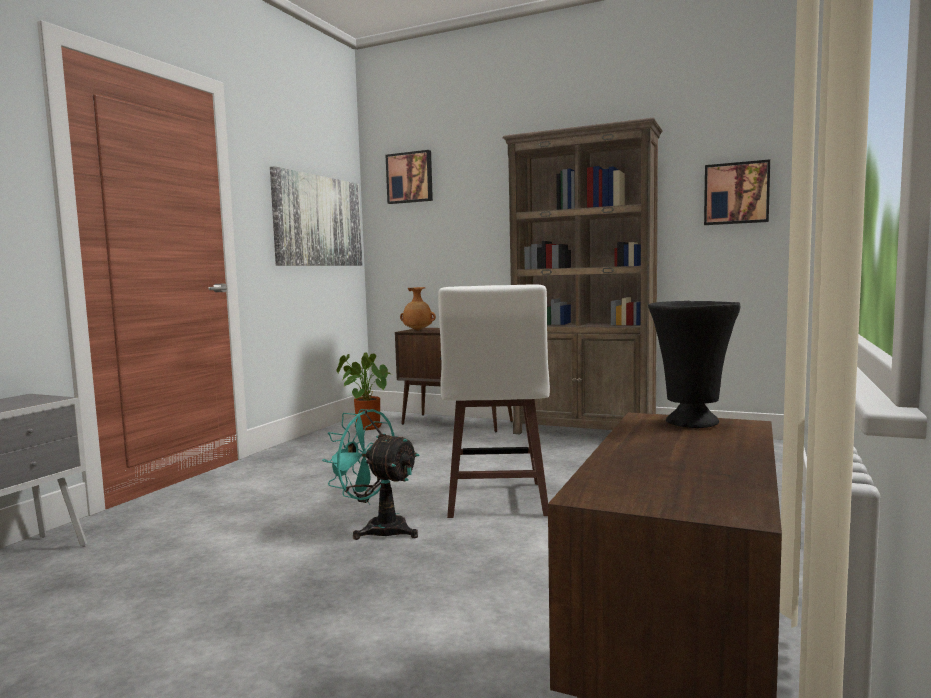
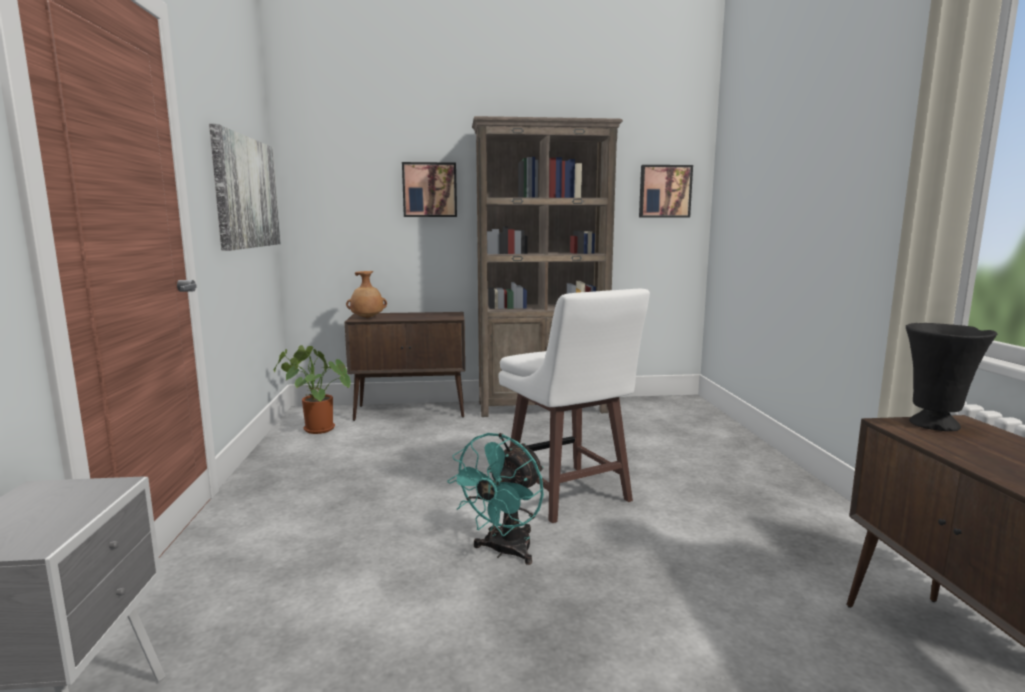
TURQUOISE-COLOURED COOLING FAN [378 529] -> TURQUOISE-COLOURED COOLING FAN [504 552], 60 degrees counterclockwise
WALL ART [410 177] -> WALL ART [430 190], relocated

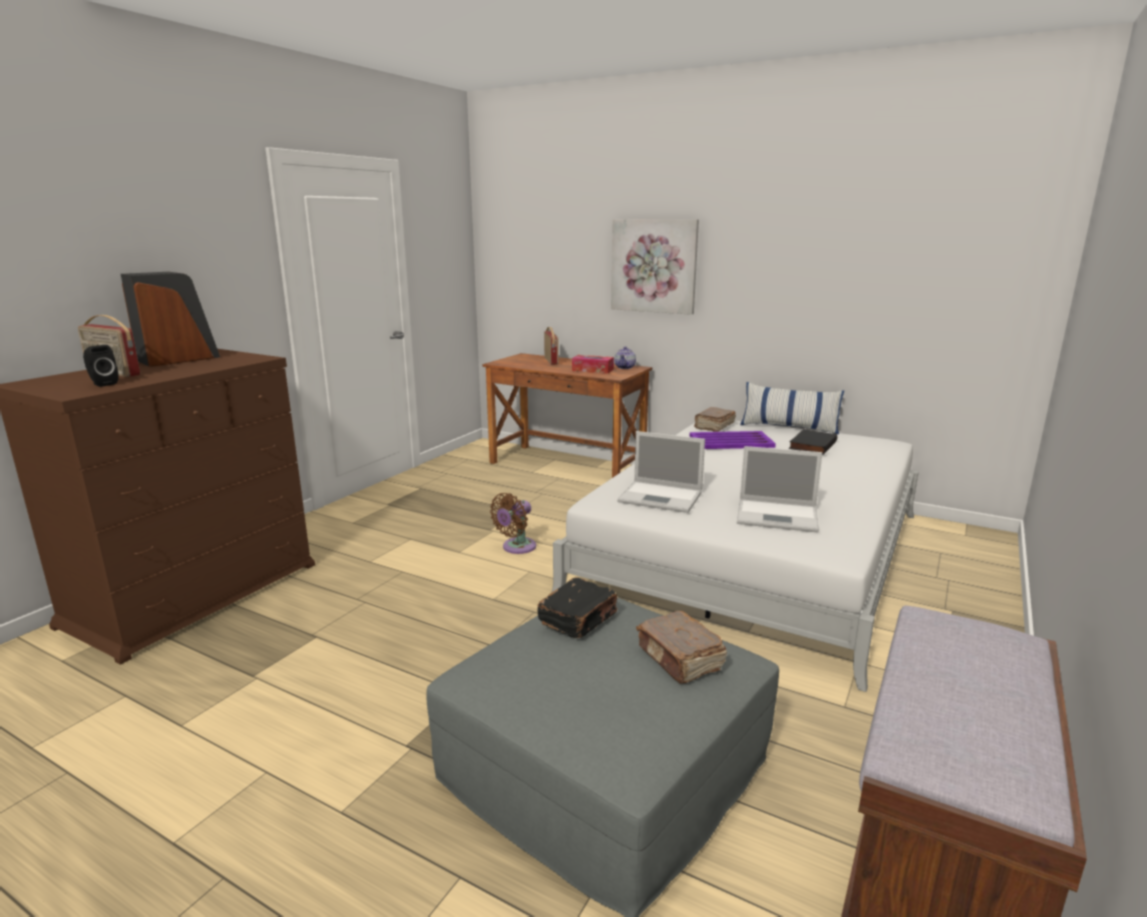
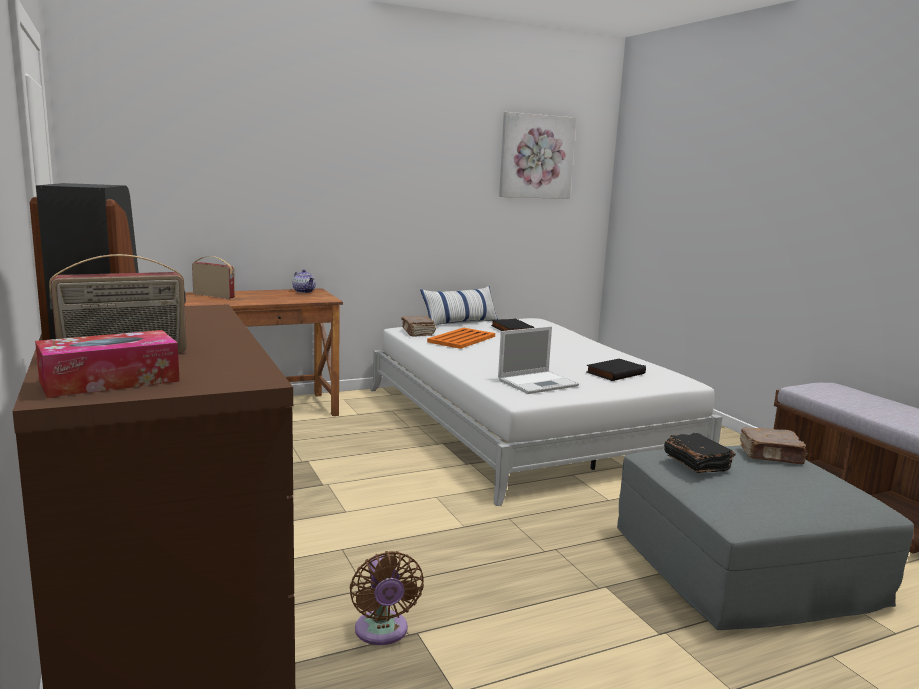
BLACKISH AUDIO SPEAKER [102 384] -> none
BROWN COOLING FAN [516 547] -> BROWN COOLING FAN [382 632], relocated
BOX OF TISSUES [592 370] -> BOX OF TISSUES [110 381], relocated
WALL ART [654 266] -> WALL ART [536 156], relocated
PURPLE-COLOURED TRAY [732 441] -> ORANGE-COLOURED TRAY [462 339]
LAPTOP [778 516] -> BLACKISH BOUND BOOK [614 373]

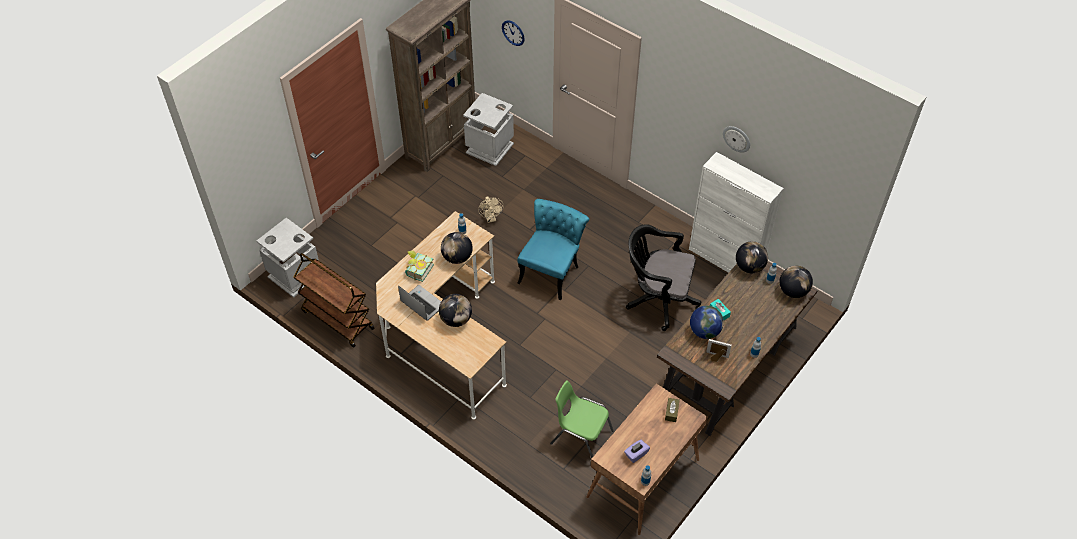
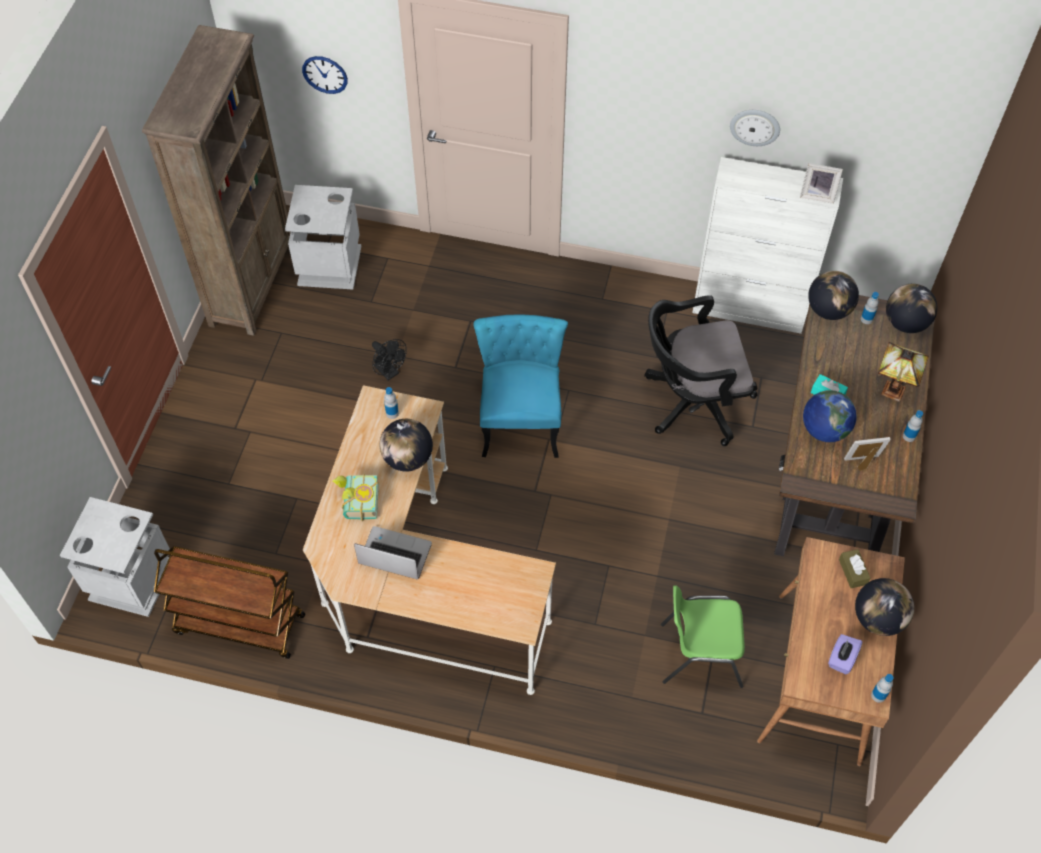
WORLD GLOBE [456 319] -> WORLD GLOBE [878 618], relocated
BEIGE-COLOURED COOLING FAN [491 218] -> BLACKISH COOLING FAN [389 372]
none -> PHOTO FRAME [817 195]
none -> LAMP FOR A TABLE [891 391]

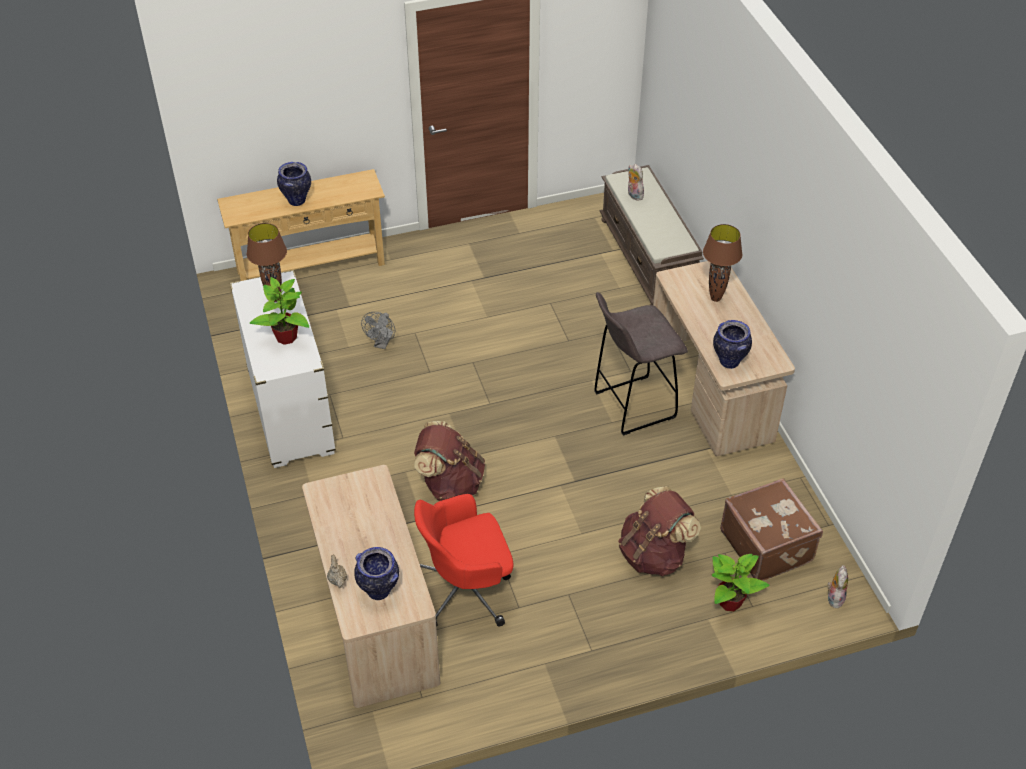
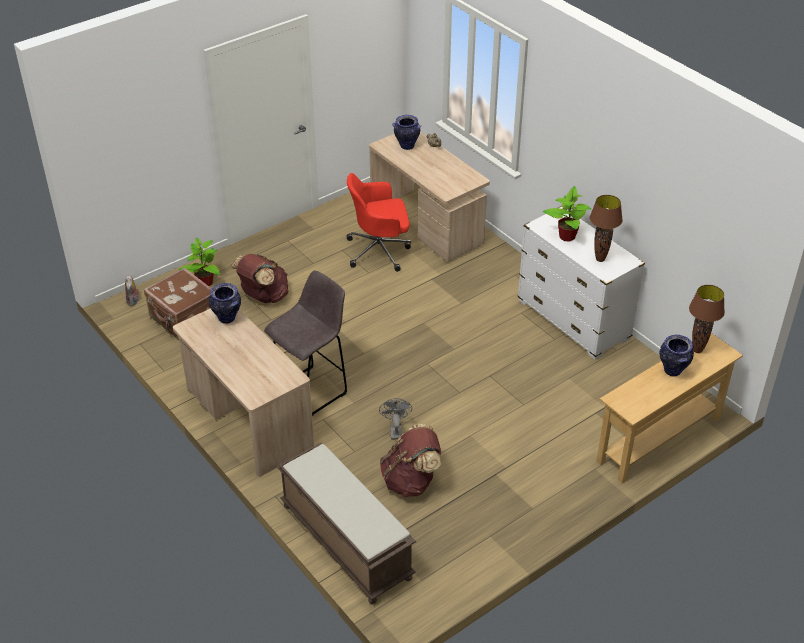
GREYISH COOLING FAN [382 344] -> GREYISH COOLING FAN [395 430], relocated
BROWN BACKPACK [450 484] -> BROWN BACKPACK [411 481], relocated
REDDISH COMPUTER CHAIR [466 589] -> REDDISH COMPUTER CHAIR [379 251], 150 degrees counterclockwise
SOFT TOY [633 195] -> none
BROWN LAMP FOR A TABLE [715 298] -> BROWN LAMP FOR A TABLE [697 350], relocated

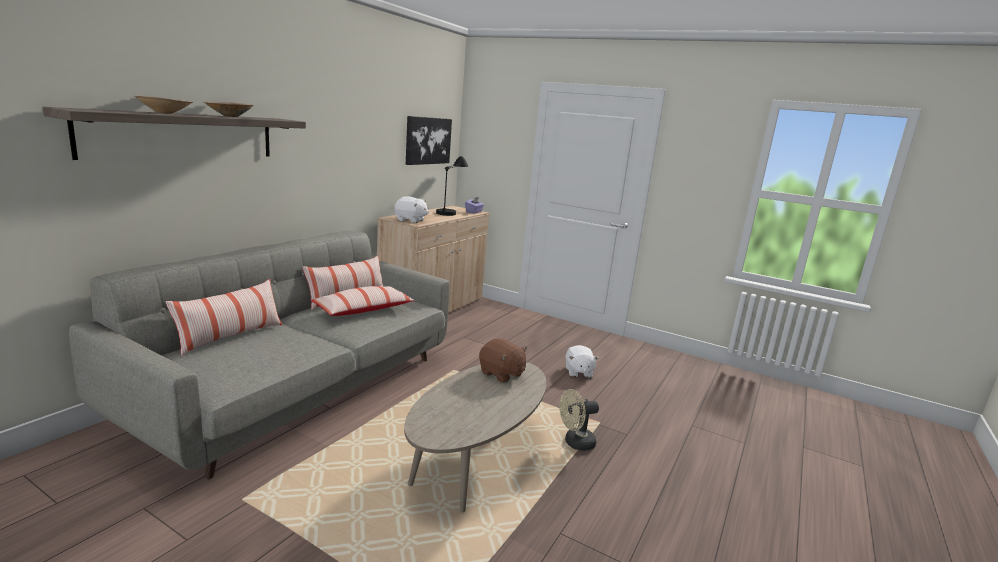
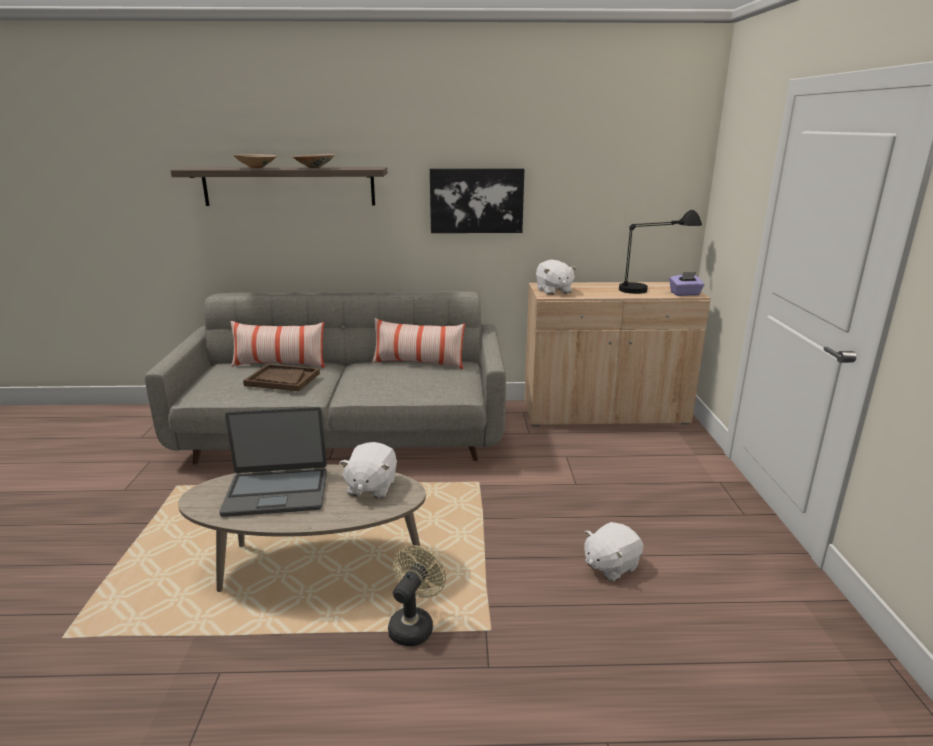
CUSHION [363 310] -> none
WALL ART [427 140] -> WALL ART [476 200], relocated
BROWN SOFT TOY [501 374] -> WHITISH SOFT TOY [371 487]
BEIGE-COLOURED COOLING FAN [575 443] -> BEIGE-COLOURED COOLING FAN [414 624], 75 degrees clockwise
none -> LAPTOP [277 492]
none -> BROWN TRAY [282 379]

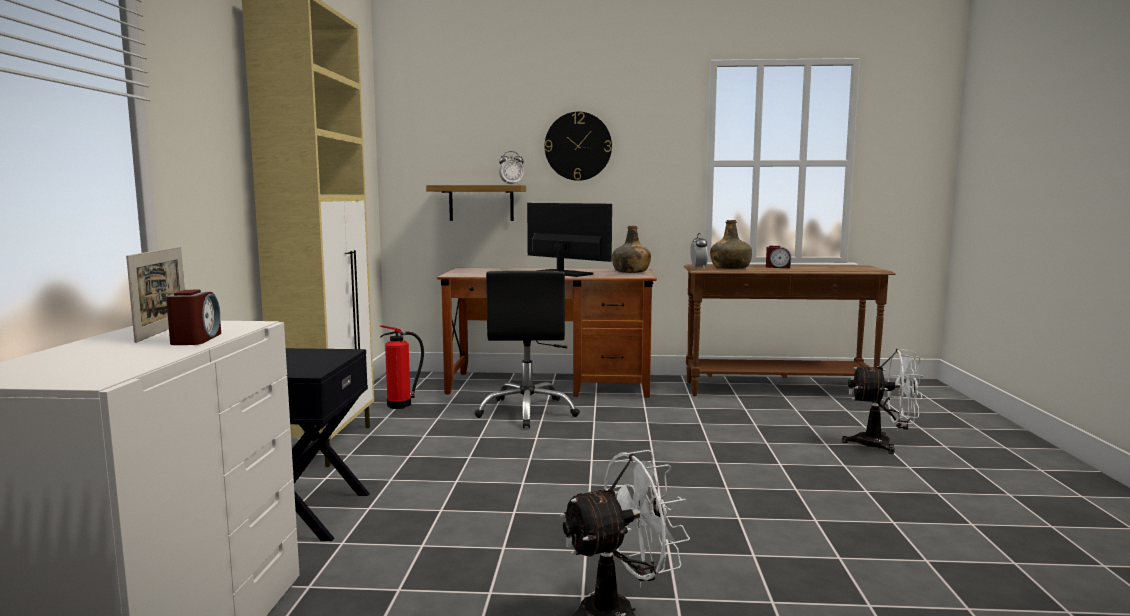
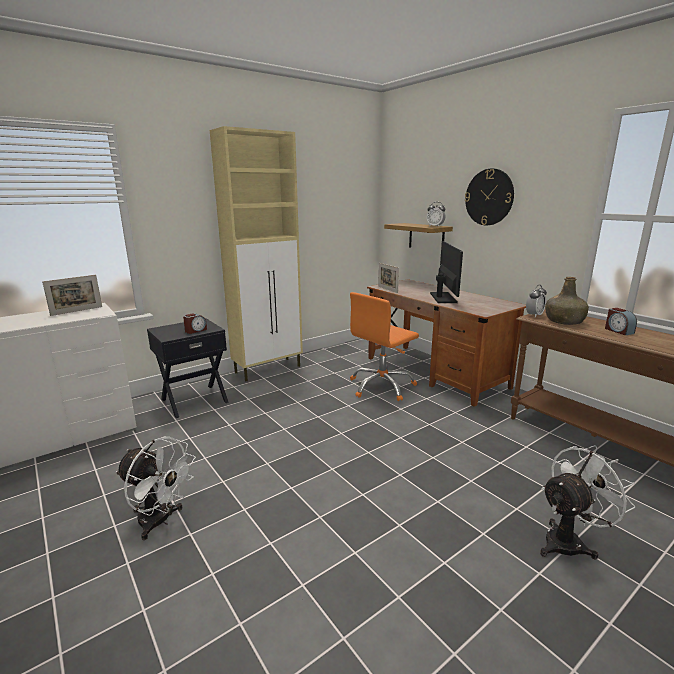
ALARM CLOCK [196 339] -> ALARM CLOCK [195 330], relocated
FIRE-FIGHTING CYLINDER [401 405] -> none
BLACKISH COMPUTER CHAIR [528 412] -> ORANGE-COLOURED COMPUTER CHAIR [382 386]
GREEN-COLOURED BEVERAGE BOTTLE [631 271] -> none
WHITISH COOLING FAN [883 445] -> WHITISH COOLING FAN [569 541], 90 degrees counterclockwise
none -> PHOTO FRAME [387 289]

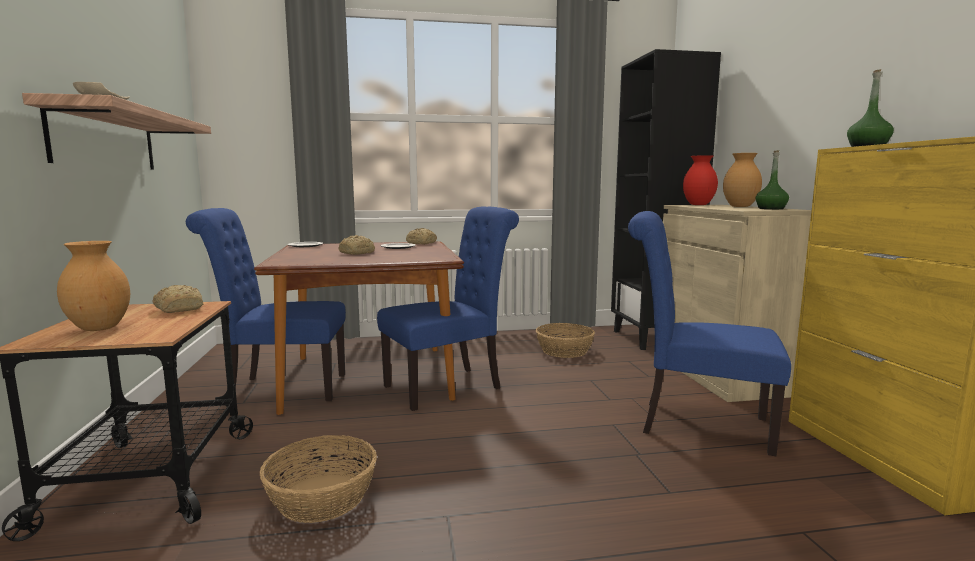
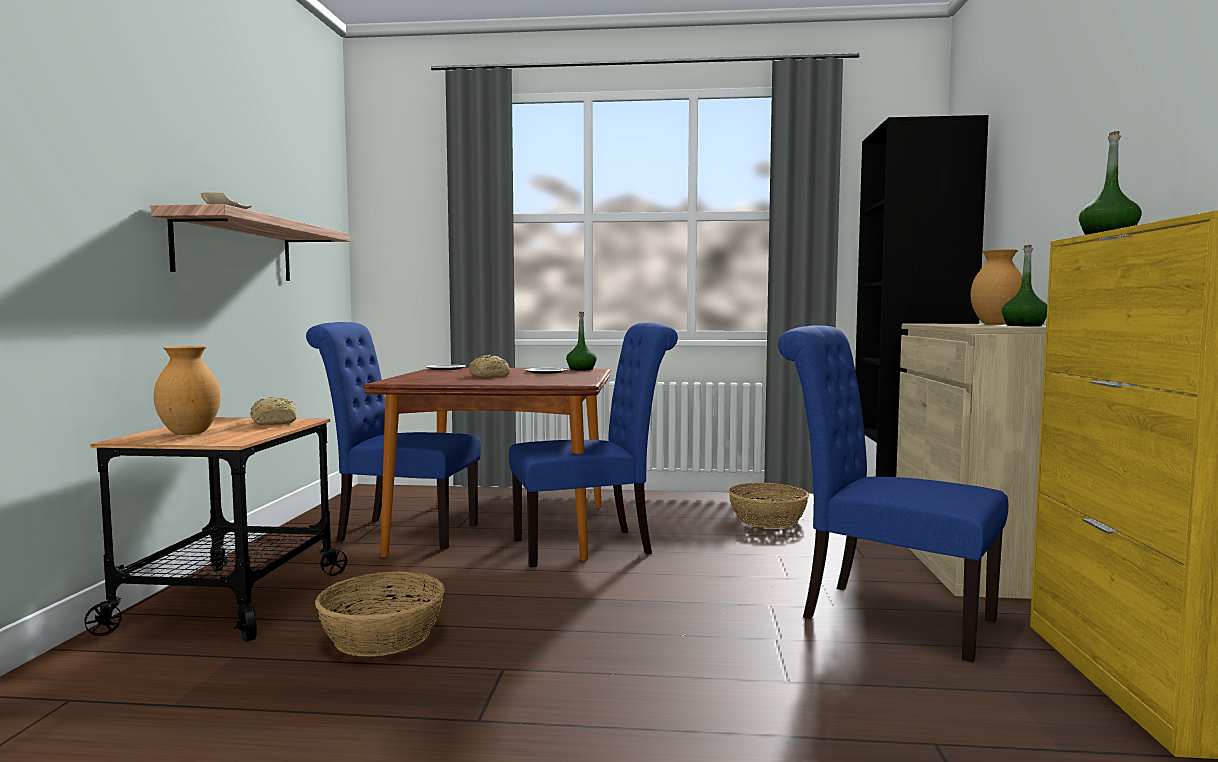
BAKERY BREAD [421 243] -> GREEN-COLOURED BEVERAGE BOTTLE [581 369]
REDDISH VASE [698 205] -> none

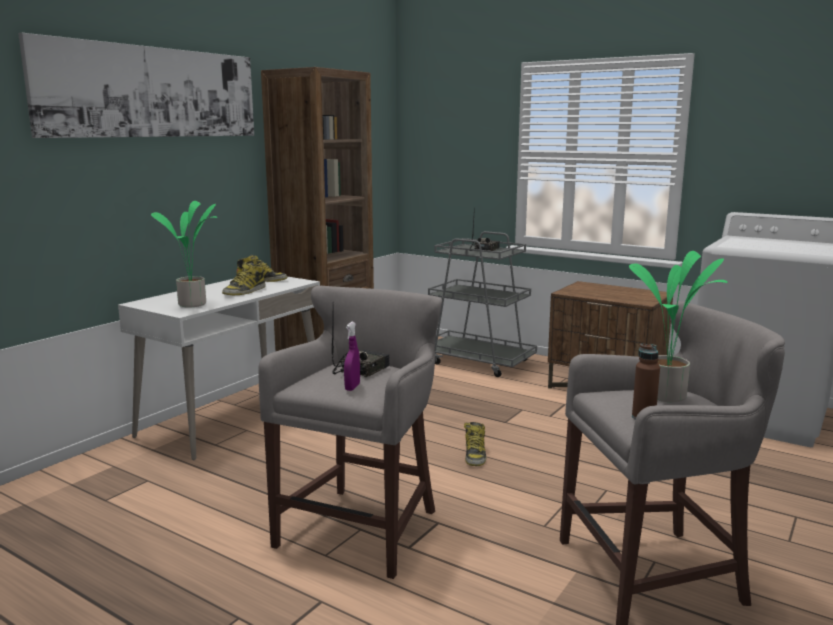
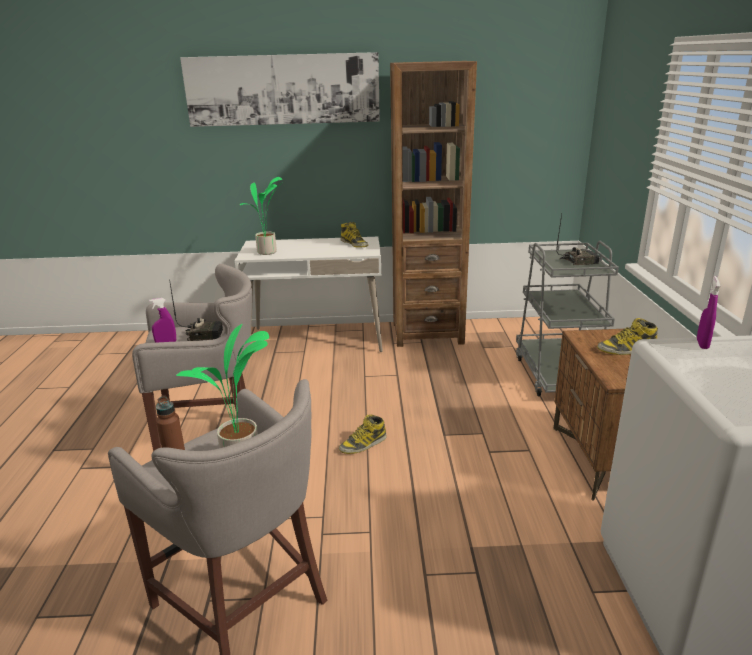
TALL BOOT [245 291] -> TALL BOOT [626 349], relocated
none -> PURPLE-COLOURED HAND SPRAYER [702 344]

